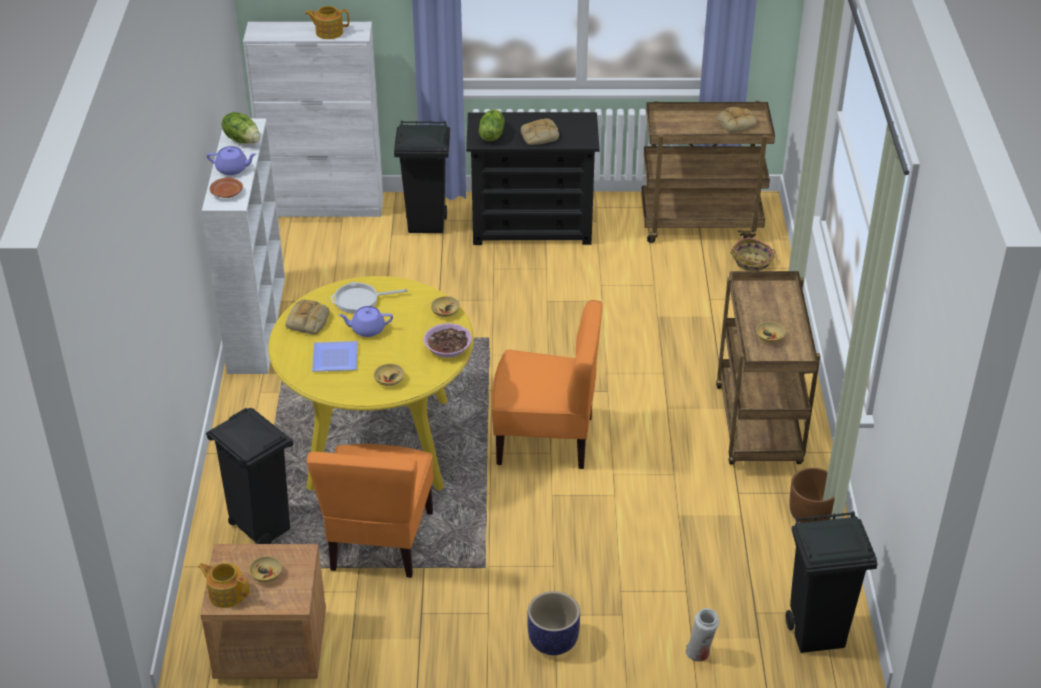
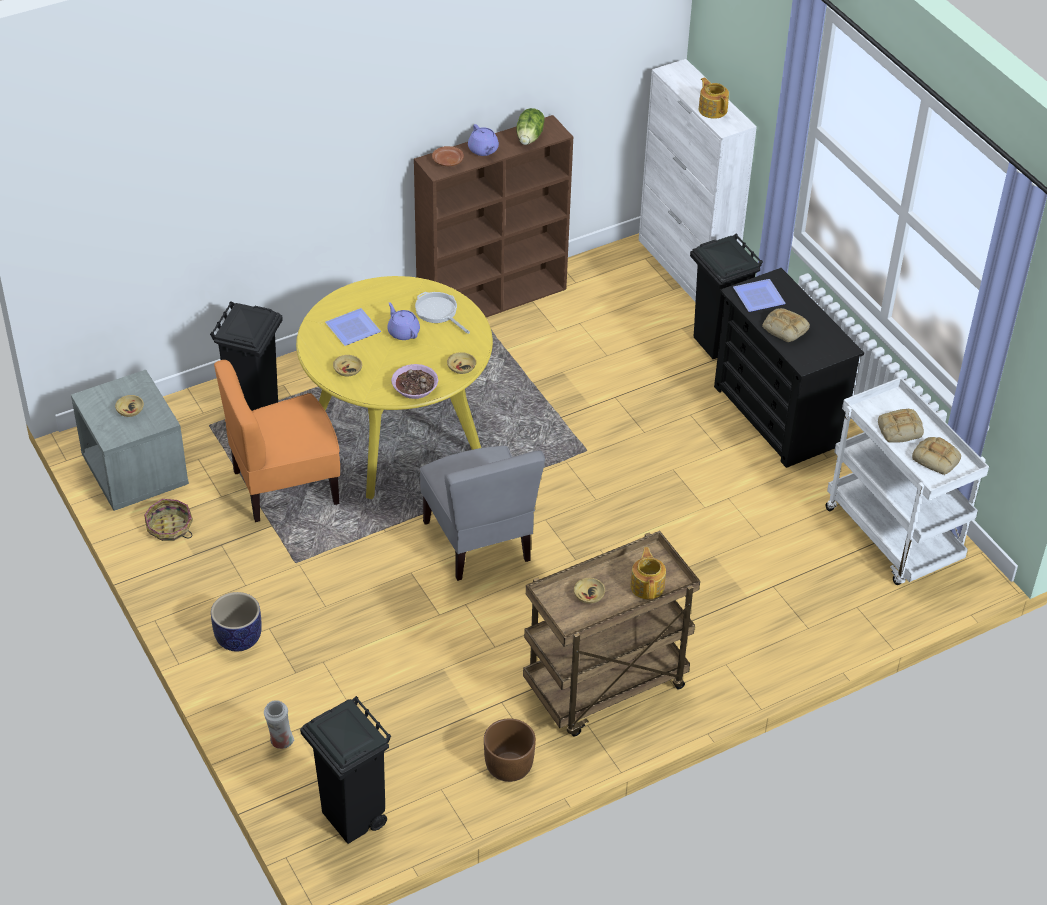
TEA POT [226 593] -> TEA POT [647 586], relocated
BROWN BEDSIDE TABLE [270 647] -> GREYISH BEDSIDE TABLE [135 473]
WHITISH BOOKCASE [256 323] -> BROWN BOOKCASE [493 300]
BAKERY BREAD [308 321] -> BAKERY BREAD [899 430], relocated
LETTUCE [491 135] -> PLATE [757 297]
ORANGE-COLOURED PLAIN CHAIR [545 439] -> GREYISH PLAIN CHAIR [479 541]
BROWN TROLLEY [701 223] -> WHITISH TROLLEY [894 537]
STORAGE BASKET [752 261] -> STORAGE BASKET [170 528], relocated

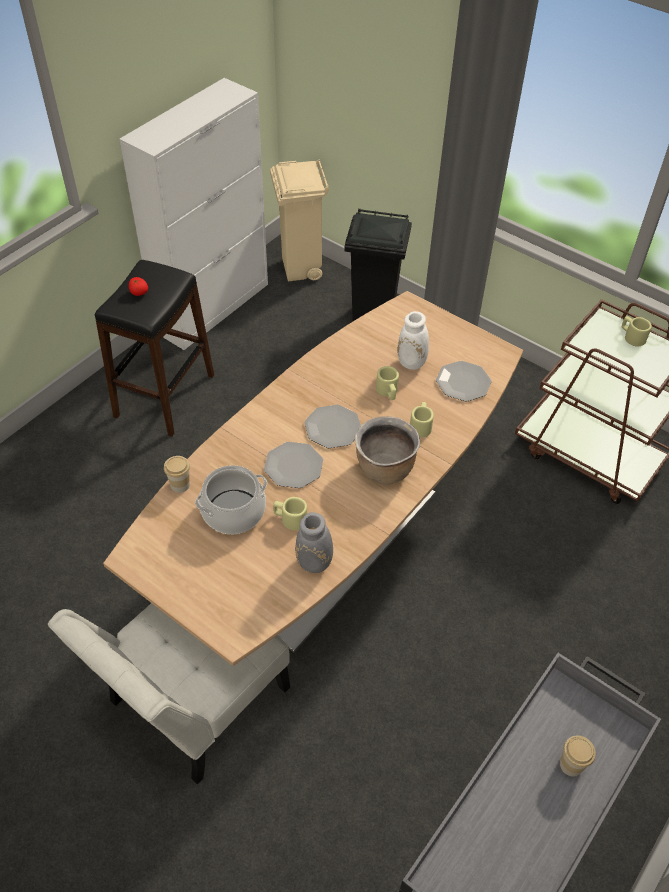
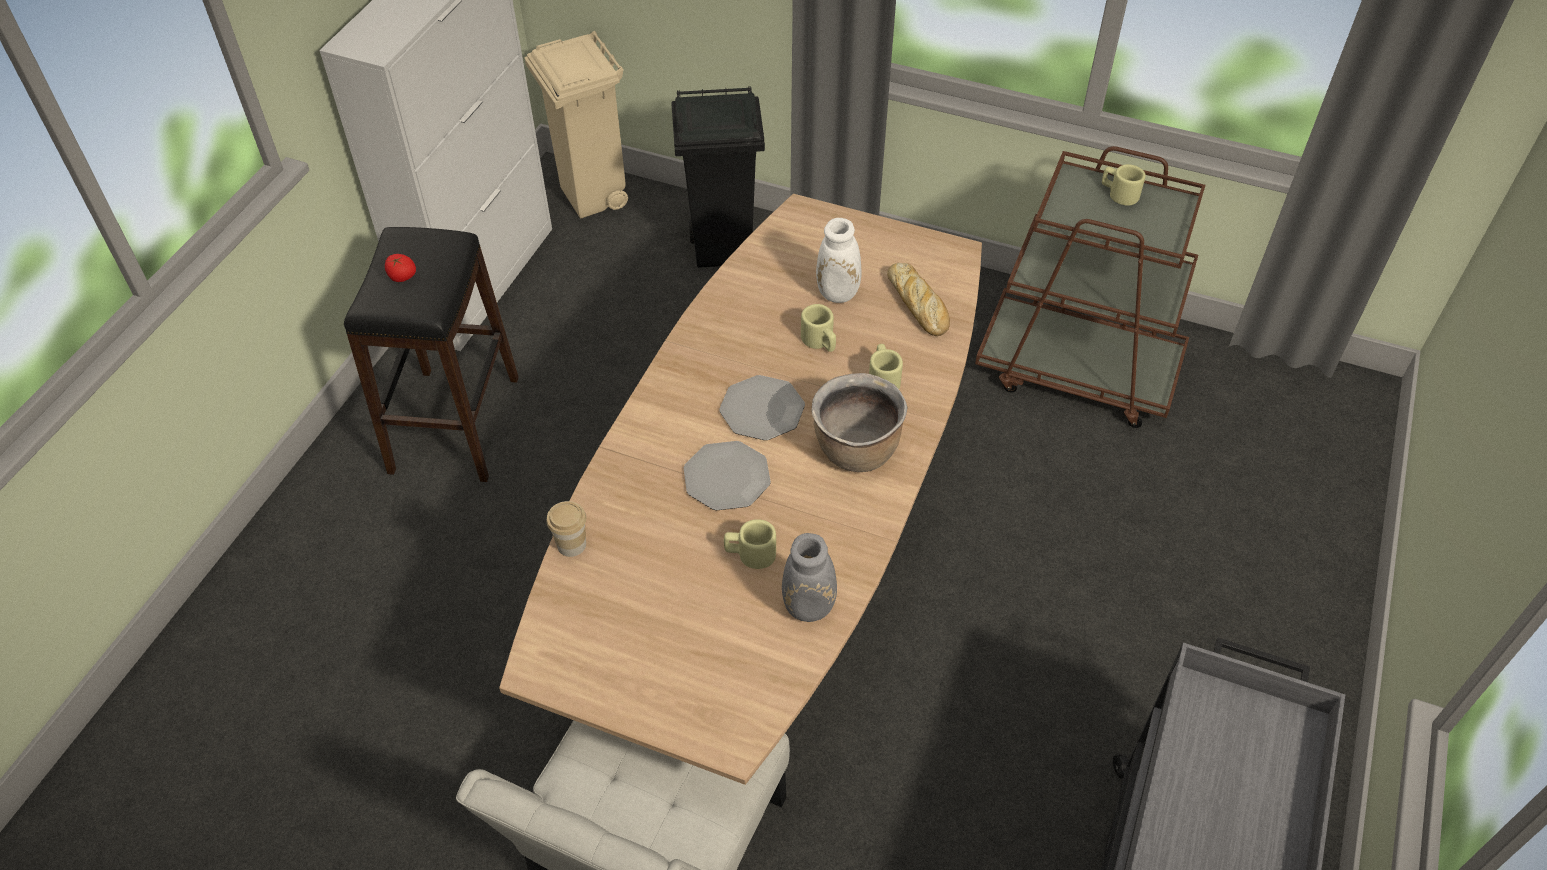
STOCKPOT [233 512] -> none
PLATE [463 382] -> BAKERY BREAD [918 305]
SMALL CUP [571 765] -> none

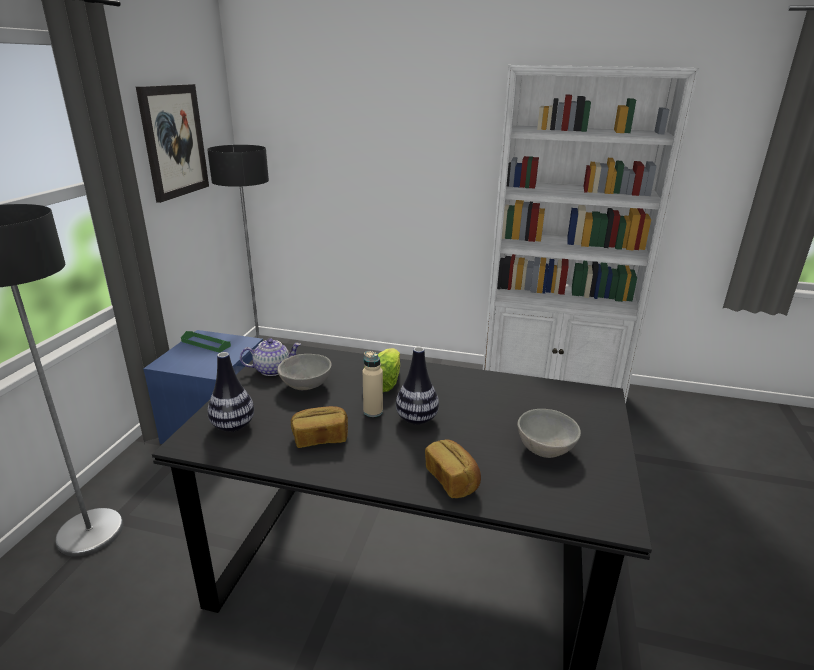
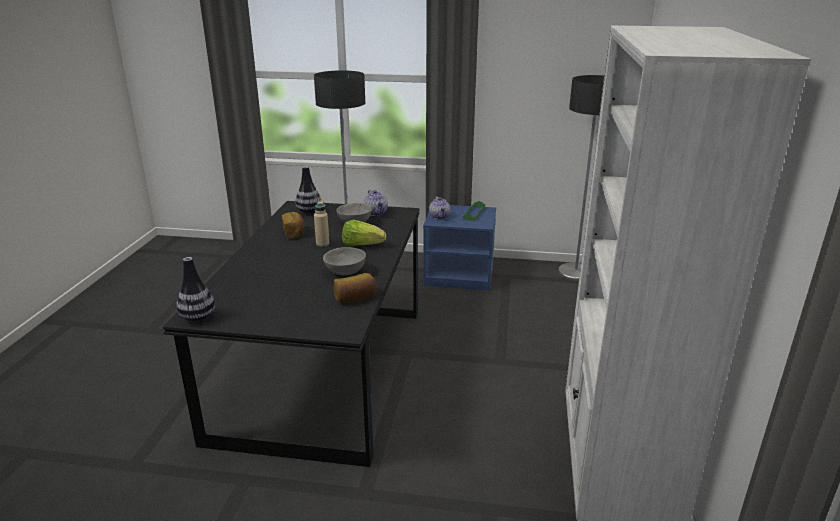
WALL ART [174 141] -> none
VASE [417 419] -> VASE [198 318], relocated
BAKERY BREAD [452 480] -> BAKERY BREAD [355 298], relocated
GREYISH BOWL [546 449] -> GREYISH BOWL [345 273], relocated
none -> TEA POT [439 216]

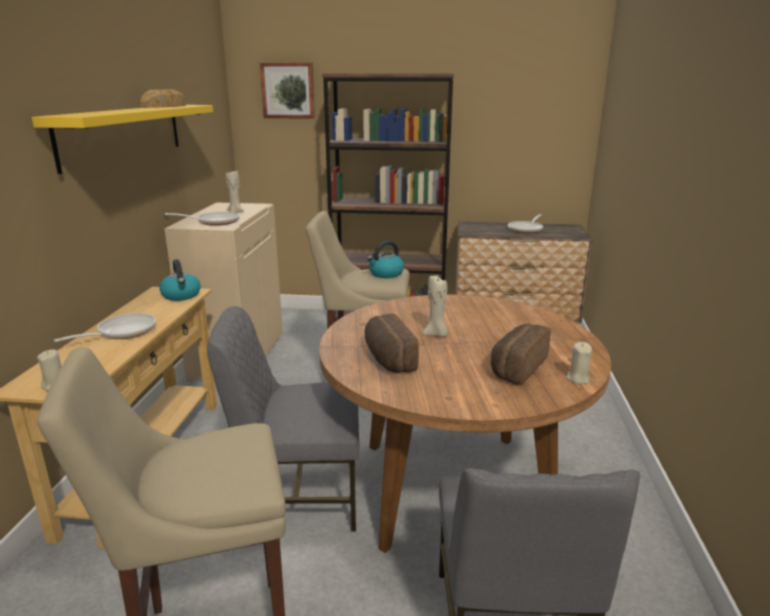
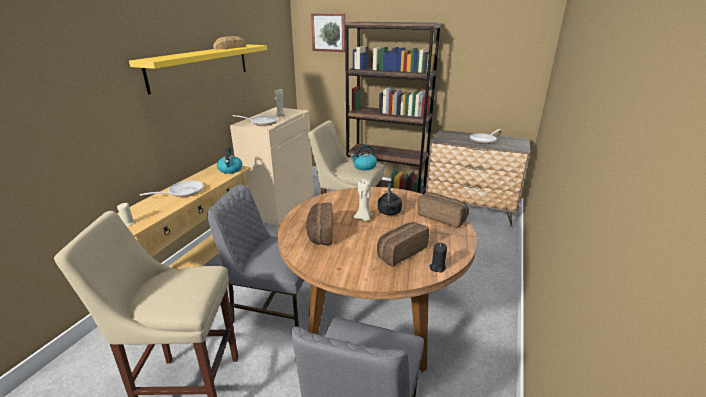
BEIGE-COLOURED WAX CANDLE [577 378] -> BLACKISH WAX CANDLE [437 267]
none -> BLACKISH TEA KETTLE [389 212]
none -> BAKERY BREAD [442 217]

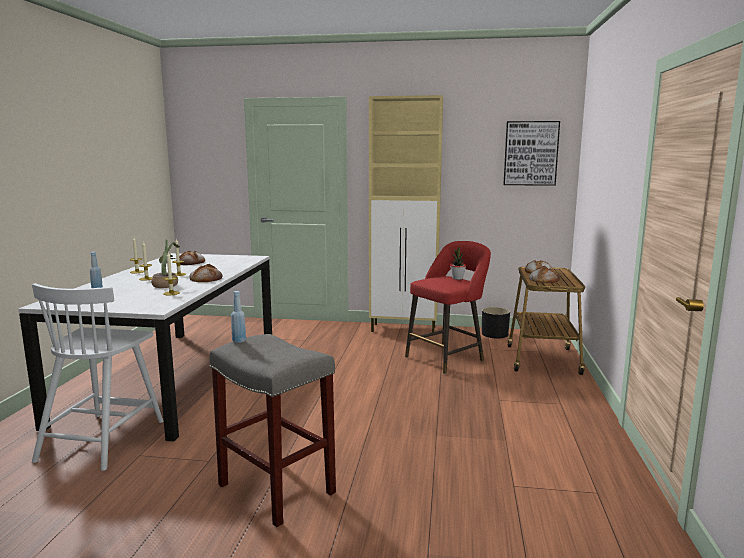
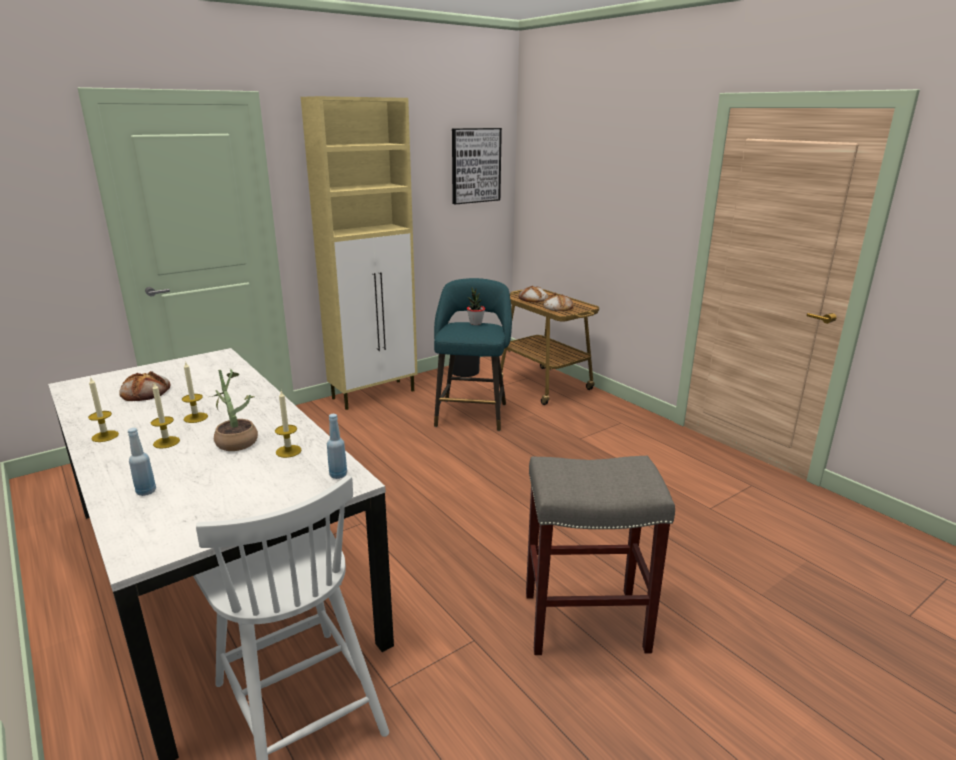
BAKERY BREAD [206 278] -> none
BLUISH BEVERAGE BOTTLE [239 341] -> BLUISH BEVERAGE BOTTLE [338 475], relocated
REDDISH STOOL [447 358] -> TURQUOISE-COLOURED STOOL [472 413]

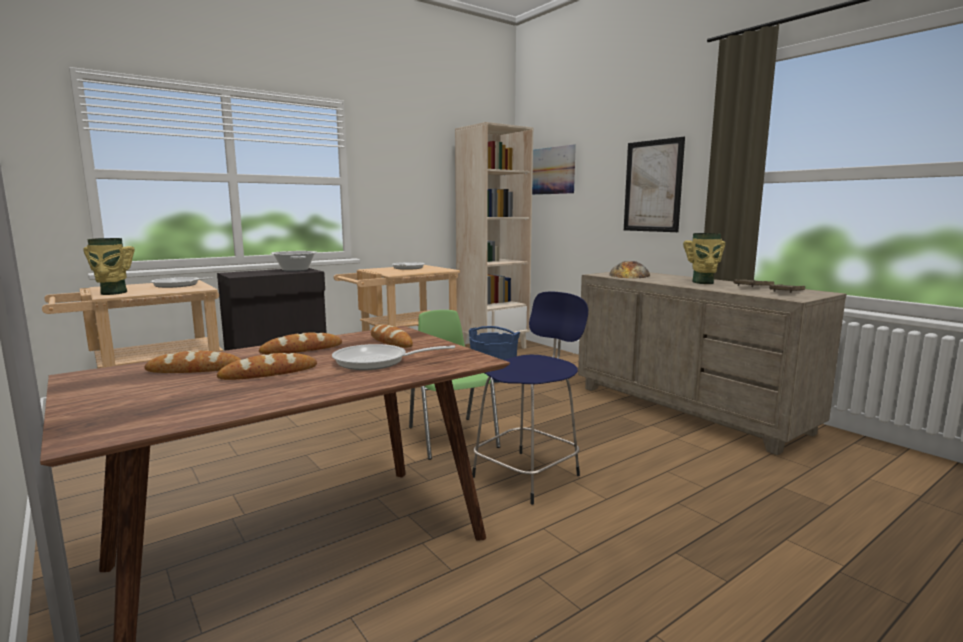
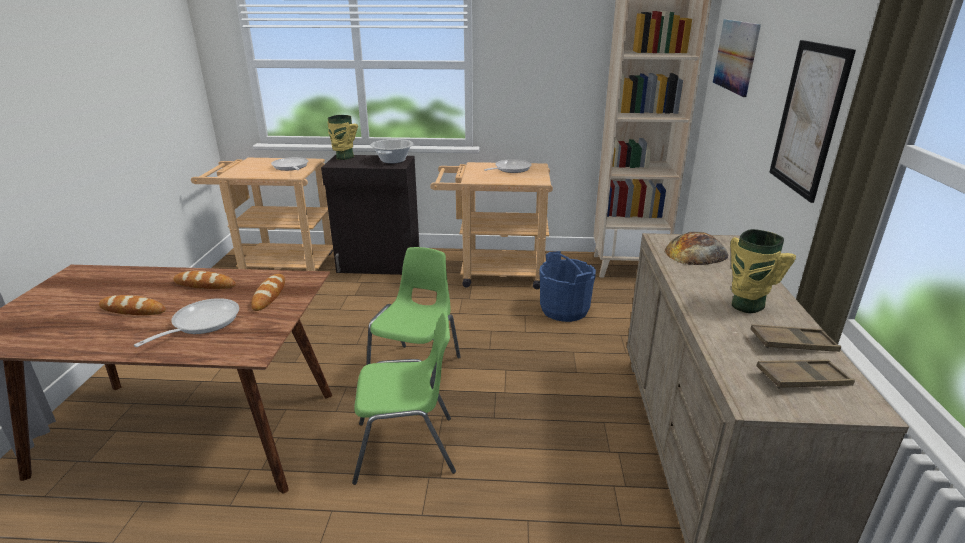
VASE [112 293] -> VASE [343 157], relocated
BAKERY BREAD [195 369] -> none
PAN [377 362] -> PAN [201 323], 75 degrees clockwise
BLUISH STOOL [528 475] -> GREEN-COLOURED PLAIN CHAIR [407 448]

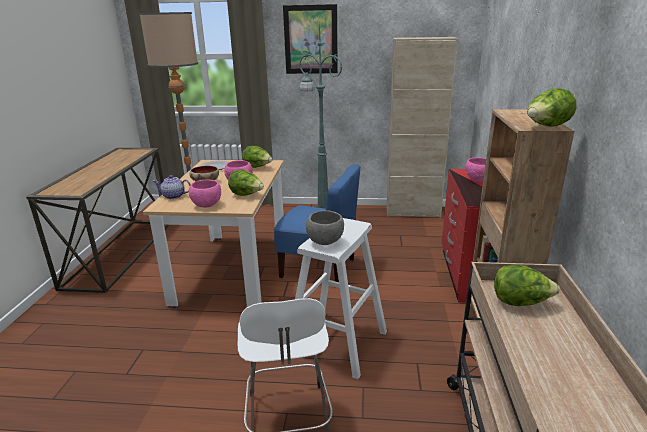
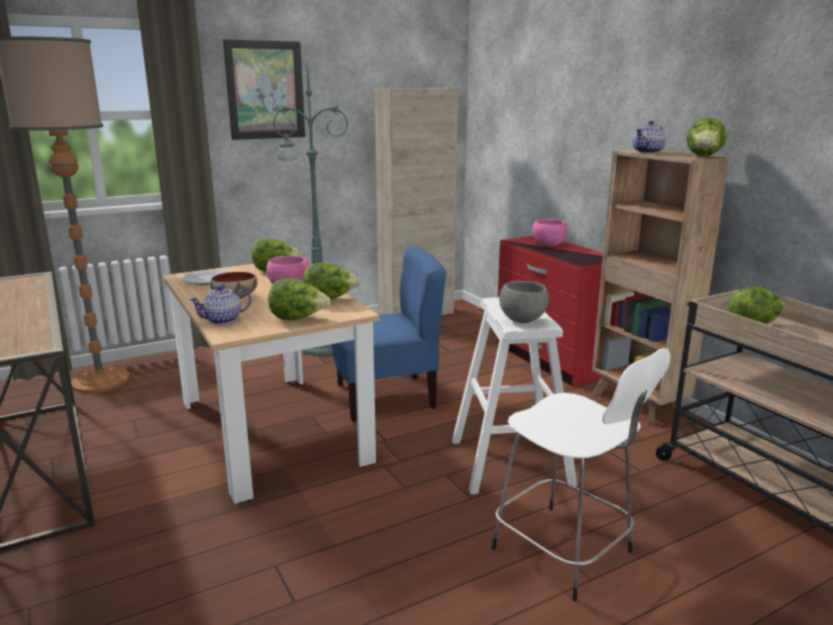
PINK-COLOURED BOWL [207 205] -> LETTUCE [298 319]
none -> TEA POT [648 152]

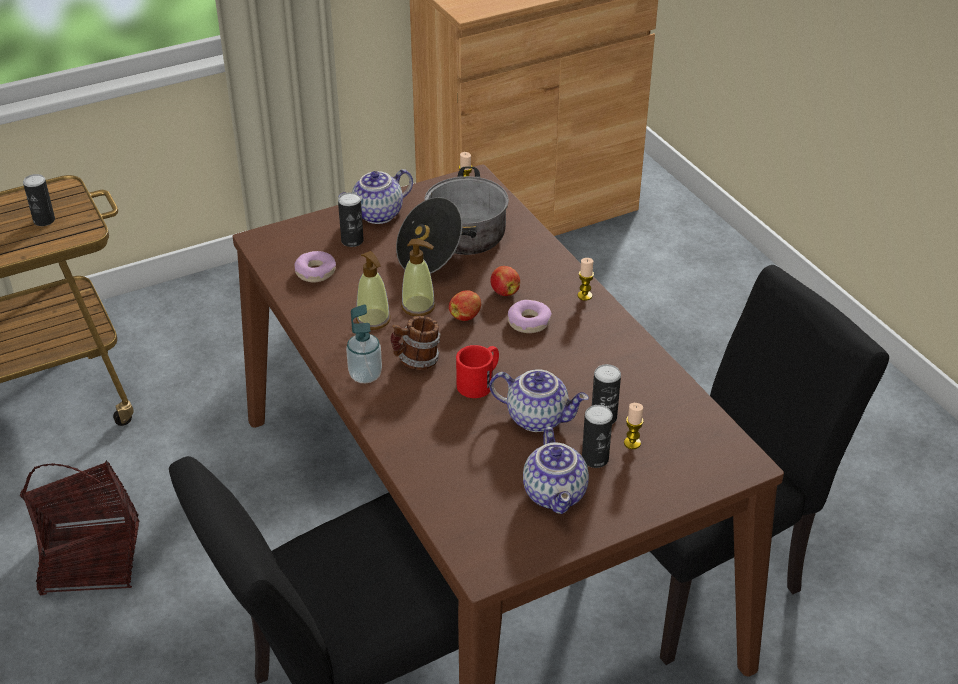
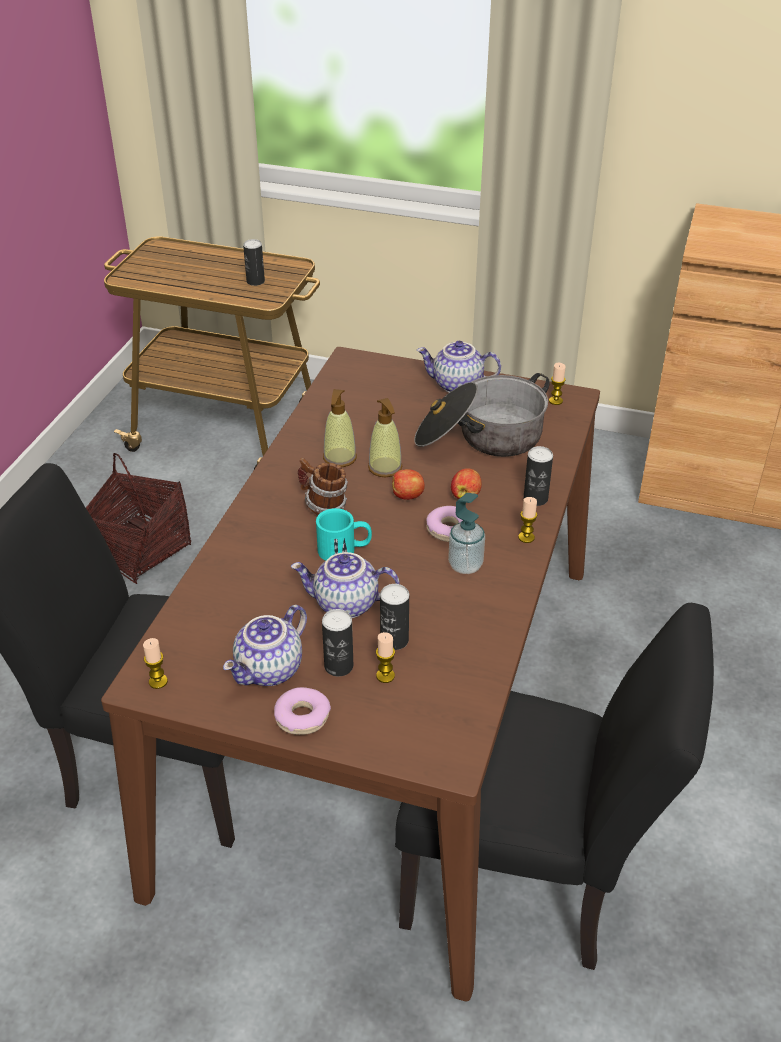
RING DOUGHNUT [315 272] -> RING DOUGHNUT [302 717], relocated
CAN [352 241] -> CAN [535 498], relocated
SOAP DISPENSER [365 375] -> SOAP DISPENSER [465 565], relocated
REDDISH MUG [480 382] -> TURQUOISE-COLOURED MUG [344 550]
TEA POT [538 417] -> TEA POT [345 605], 120 degrees clockwise
none -> WAX CANDLE [158 681]

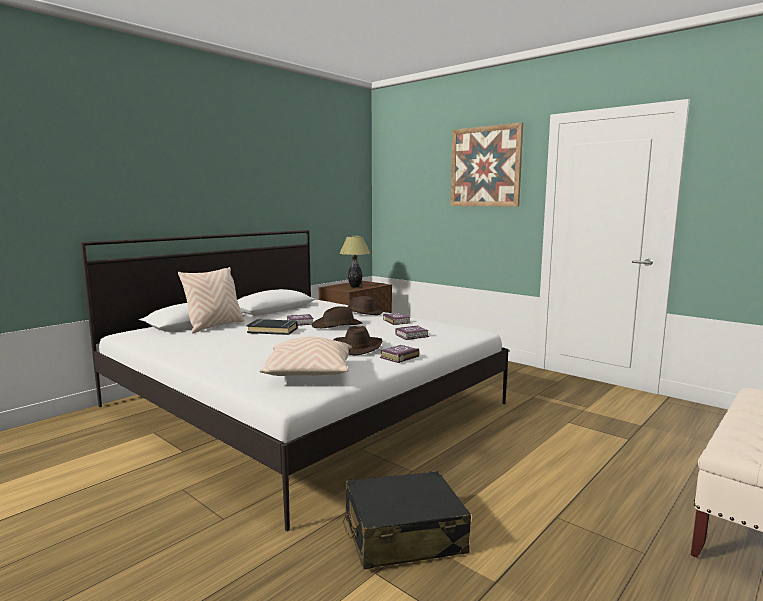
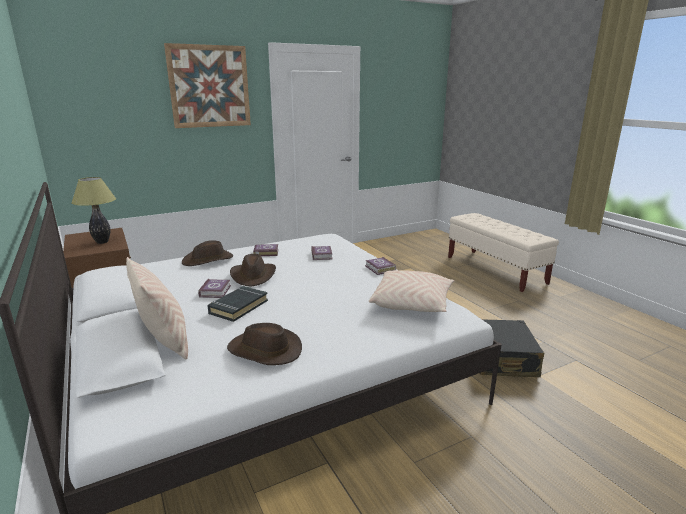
BROWN HAT [357 347] -> BROWN HAT [264 350], relocated

